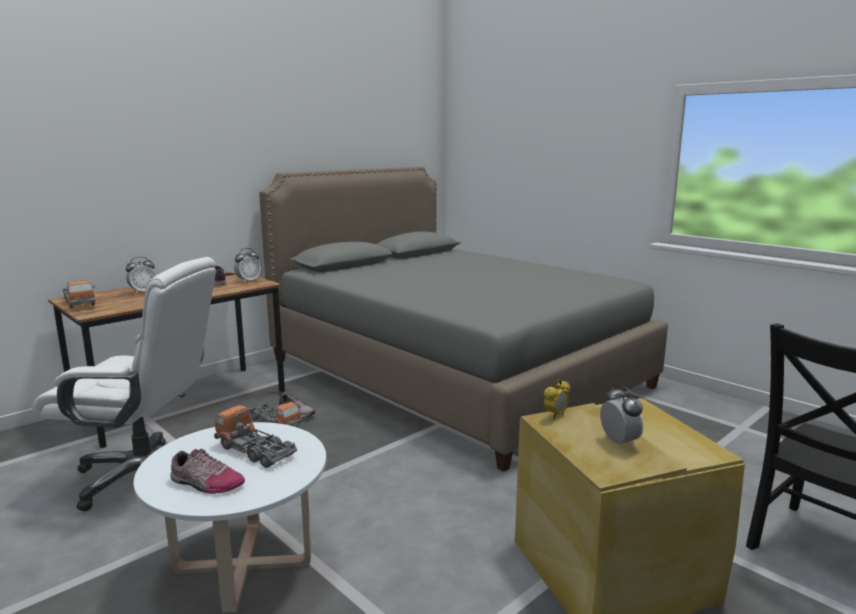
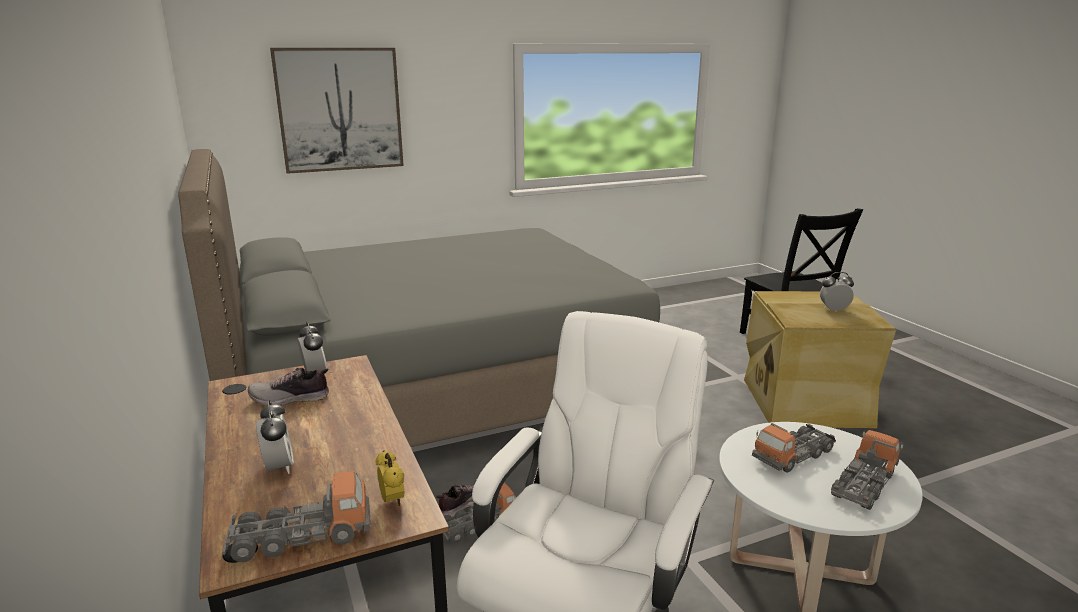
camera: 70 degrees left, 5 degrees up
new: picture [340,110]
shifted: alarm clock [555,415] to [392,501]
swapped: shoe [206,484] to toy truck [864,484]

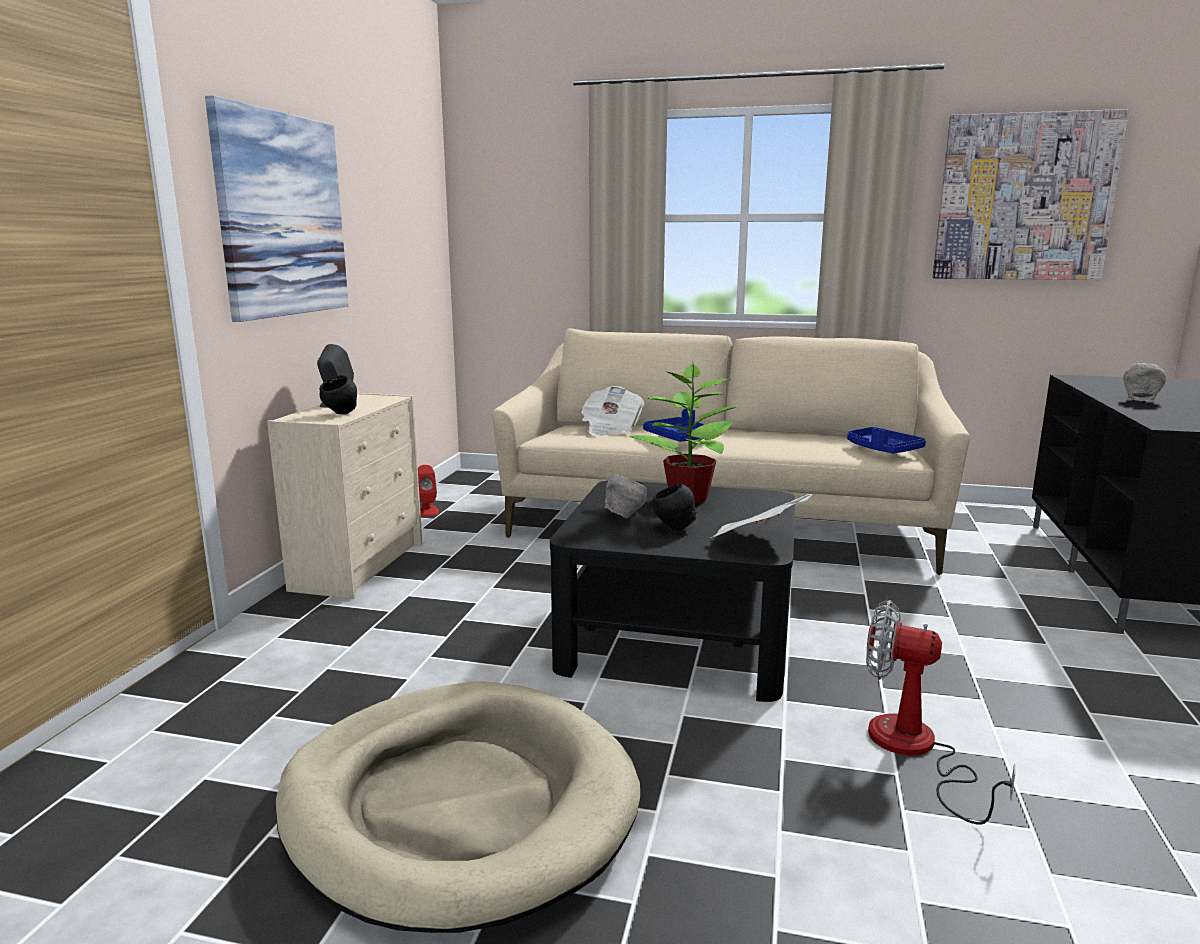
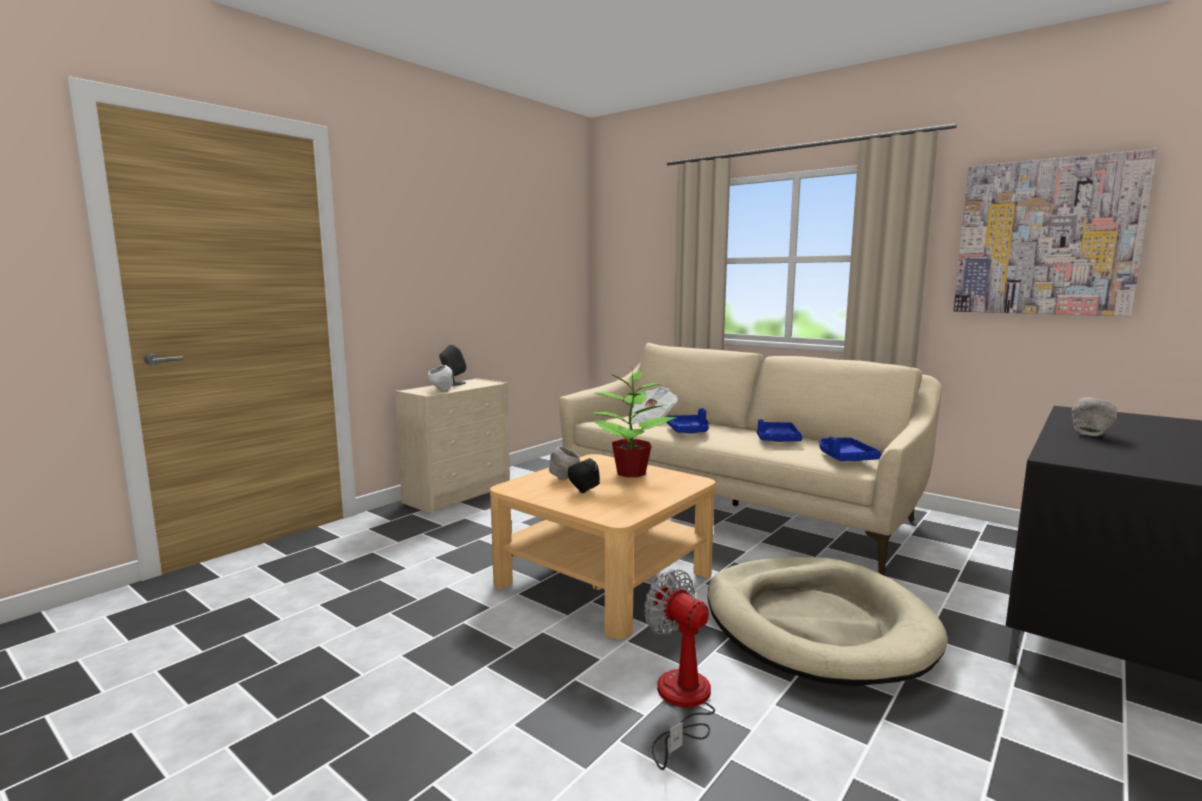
camera: 25 degrees right, 5 degrees down
gone: picture [282,215]; speaker (red) [427,511]; newspaper [757,542]
new: tray (blue) [776,439]
shifted: dog bed (beige) [459,805] to [816,624]
repainted: bowl (black) [341,414] to bowl (white) [441,390]; coffee table (black) [679,635] to coffee table (beige) [605,578]

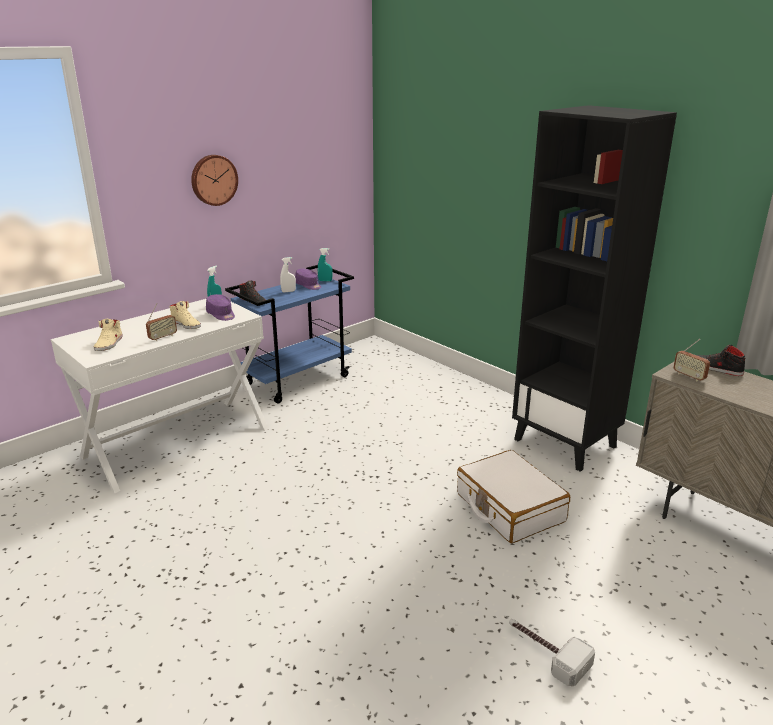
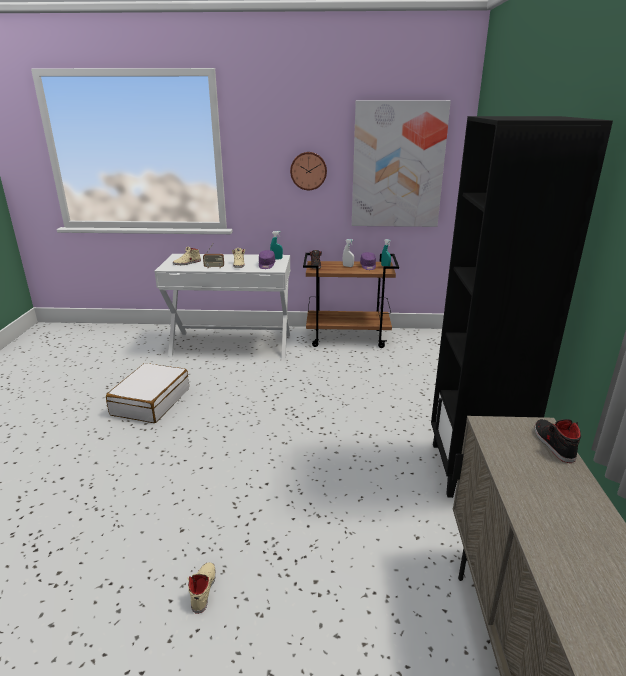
camera: 45 degrees right, 0 degrees up
gone: radio [689,376]
new: picture [397,165]
shifted: suitcase (white) [509,508] to [150,401]
swapped: hammer [545,652] to shoe (beige) [203,589]
repainted: cart (blue) [297,380] to cart (brown) [348,338]

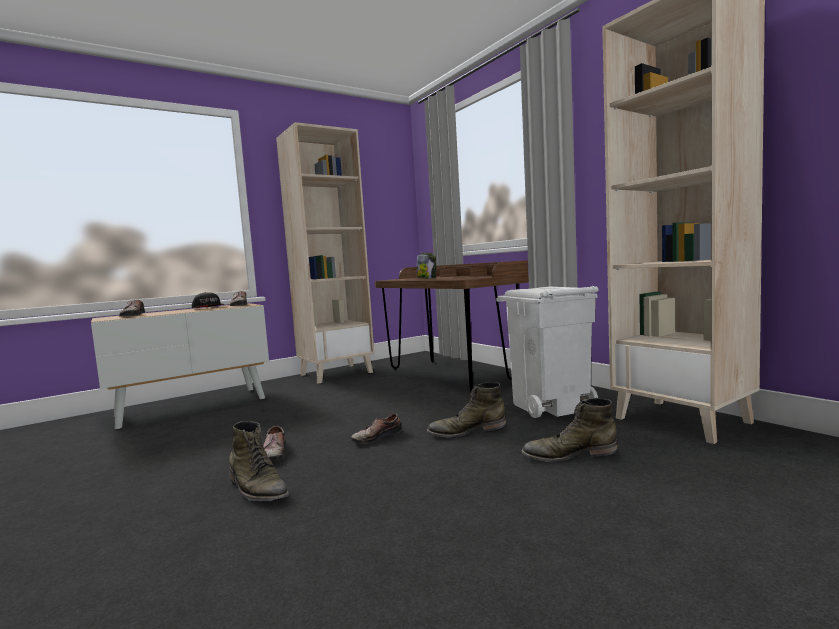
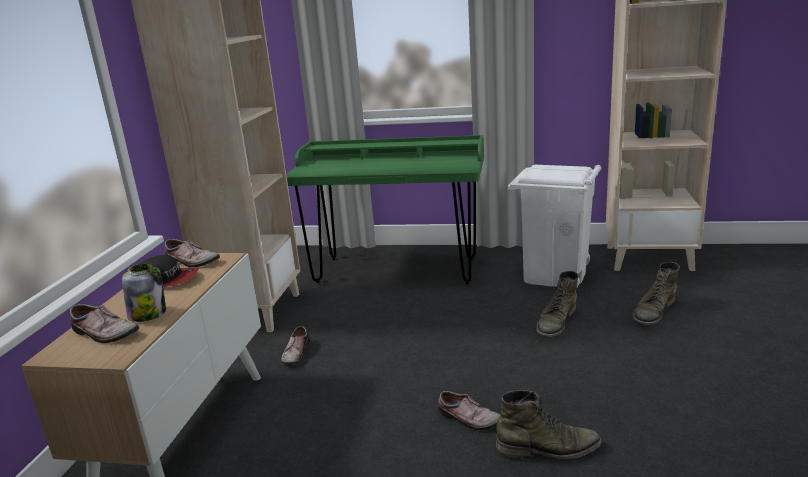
camera: 45 degrees left, 15 degrees up
shifted: shoe [375,437] to [295,353]; jar [426,278] to [148,314]
repainted: desk (brown) [450,375] to desk (green) [396,270]

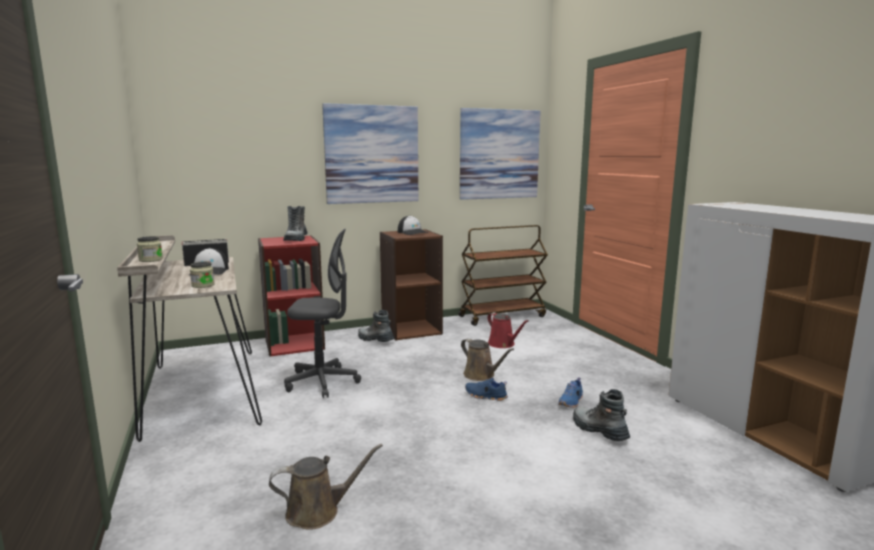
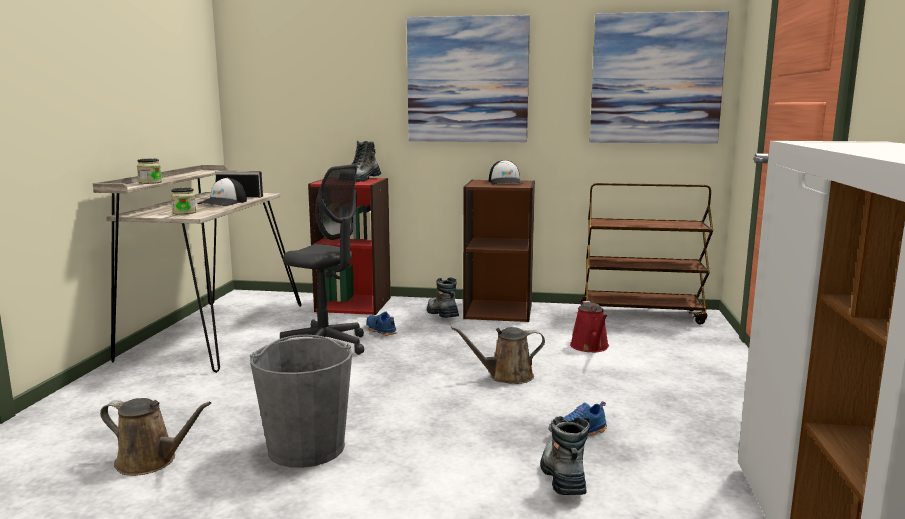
camera: 30 degrees right, 0 degrees up
new: bucket (grey) [306,447]
shifted: shoe (blue) [485,396] to [380,330]
rotated: watering can (brown) [481,375] = [506,376] 90 degrees clockwise

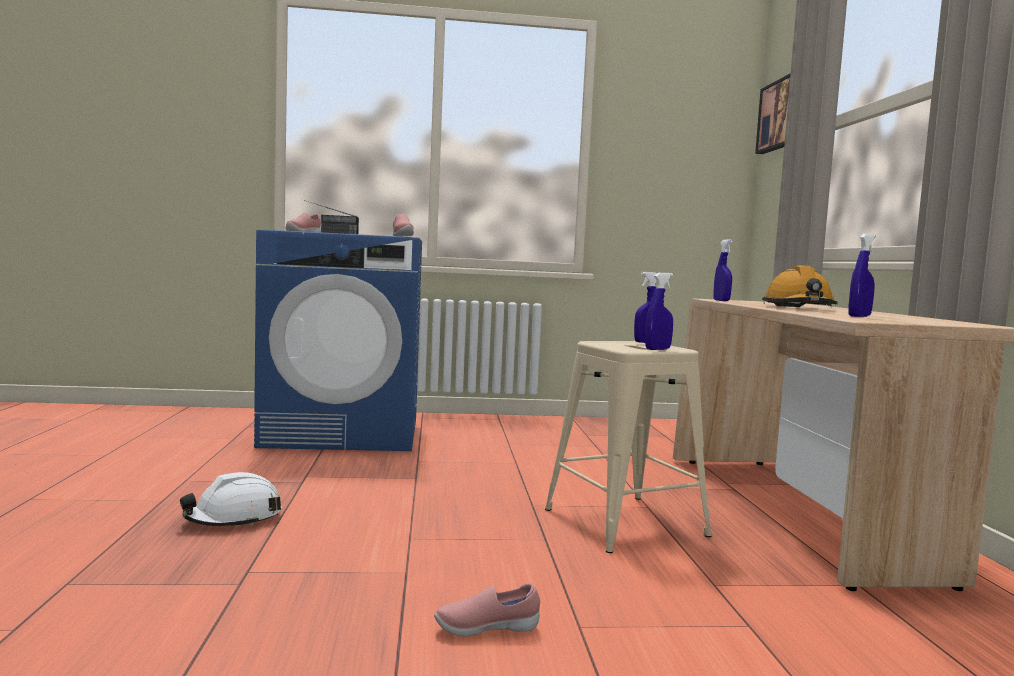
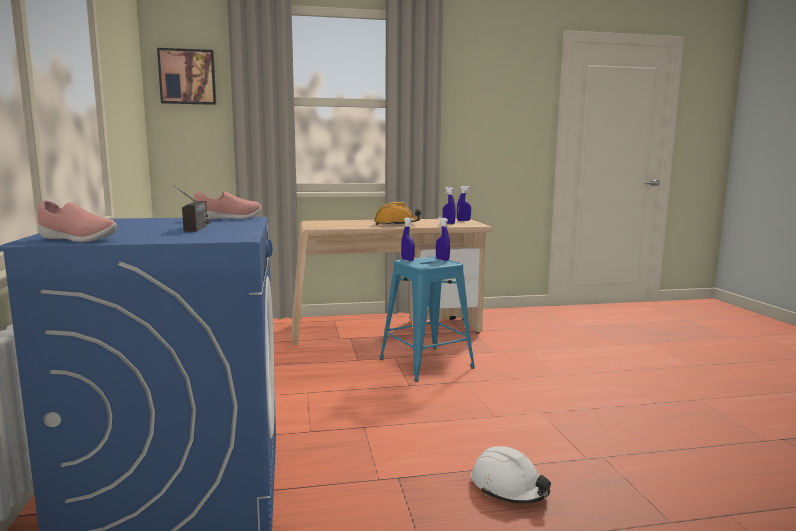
camera: 95 degrees left, 5 degrees up
gone: shoe (pink) [486,629]
shifted: spray bottle (blue) [721,300] to [463,221]
repainted: stool (beige) [626,523] to stool (blue) [426,363]

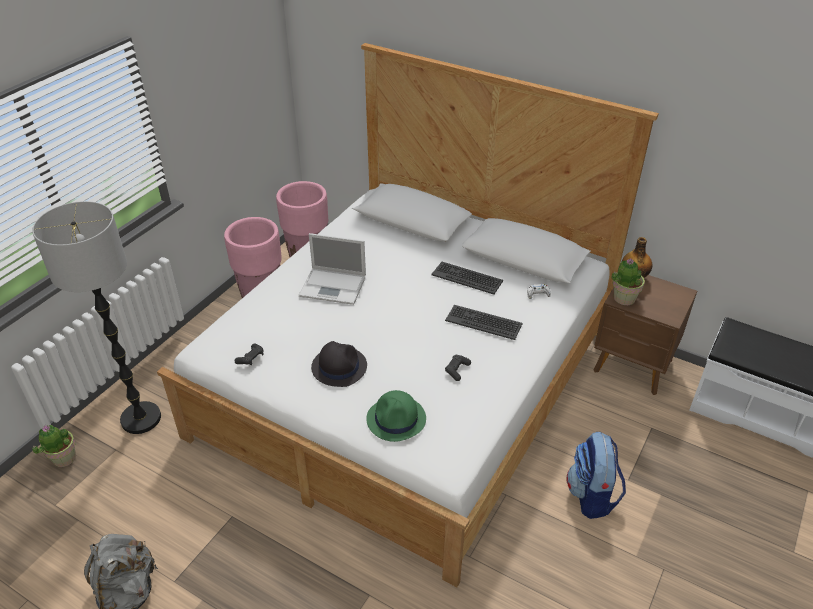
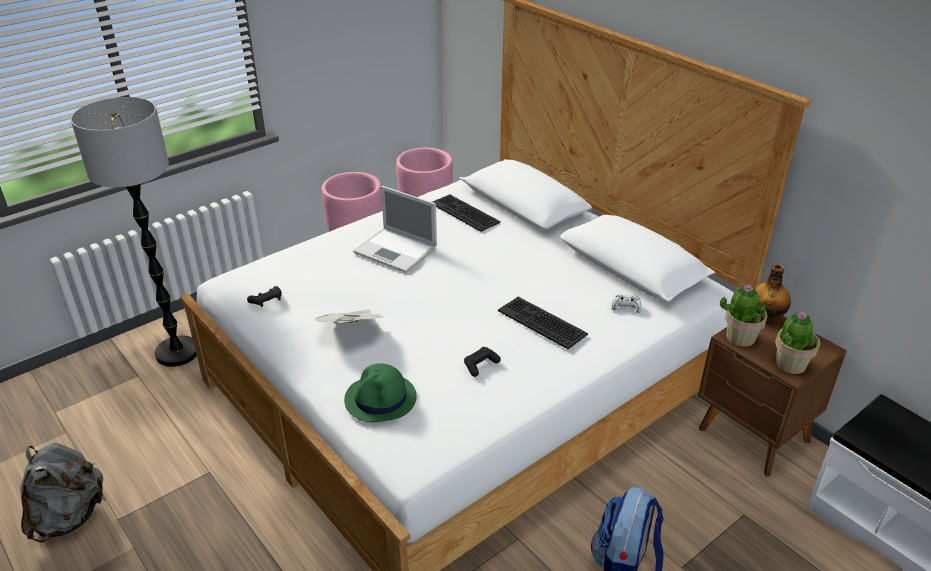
camera: 20 degrees right, 5 degrees down
shifted: potted plant [63,458] to [790,364]; keyboard [467,278] to [465,213]
swapped: hat (black) [339,366] to newspaper [352,330]

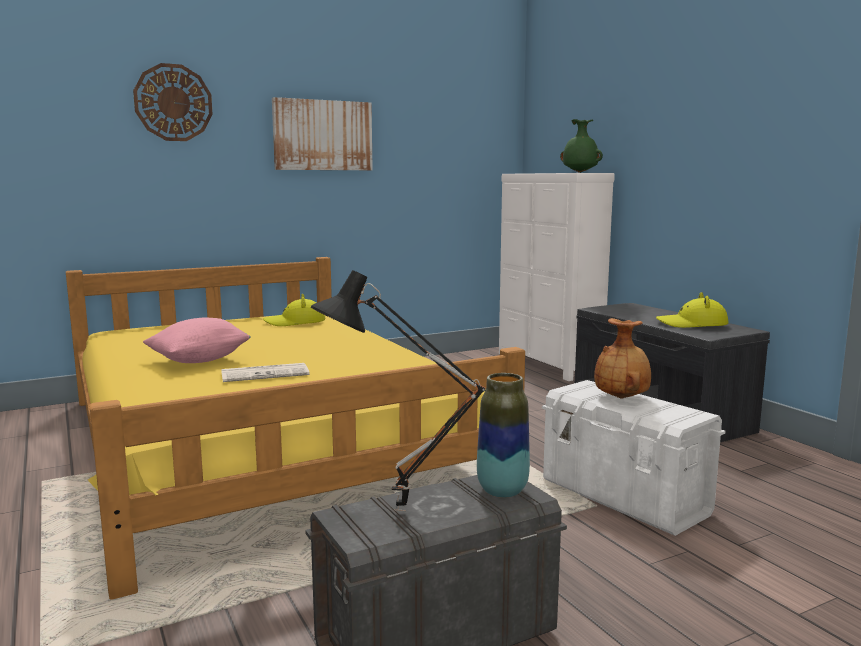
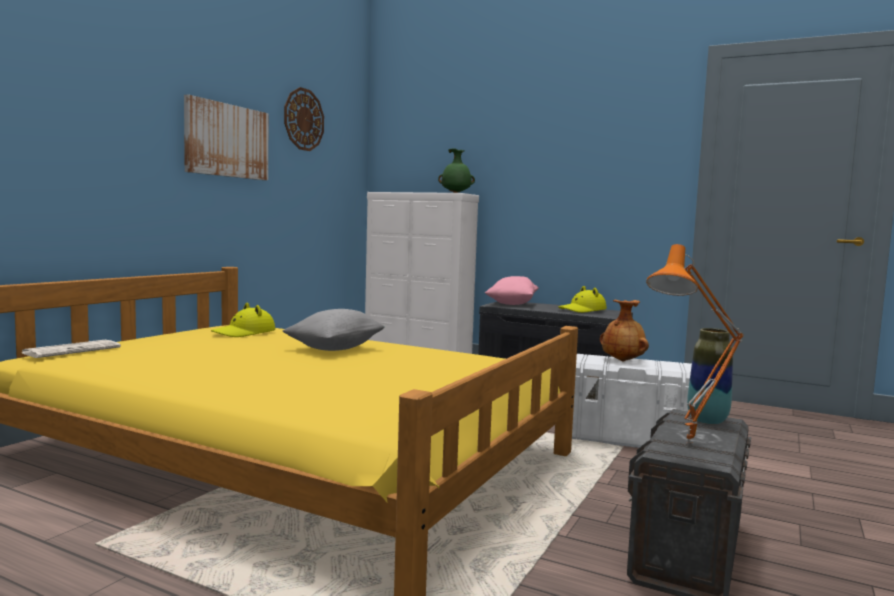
camera: 35 degrees left, 5 degrees down
new: pillow (grey) [334,349]
shifted: wall clock [173,103] to [303,119]; pillow (pink) [199,360] to [511,304]; newspaper [266,374] to [73,350]
repainted: table lamp (black) [399,513] to table lamp (orange) [692,444]

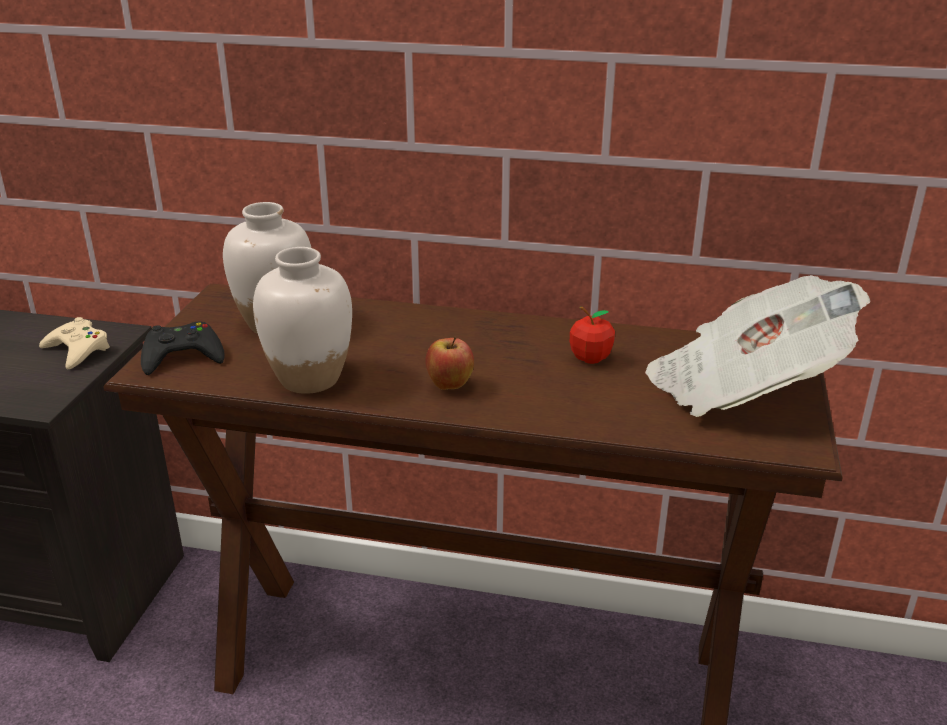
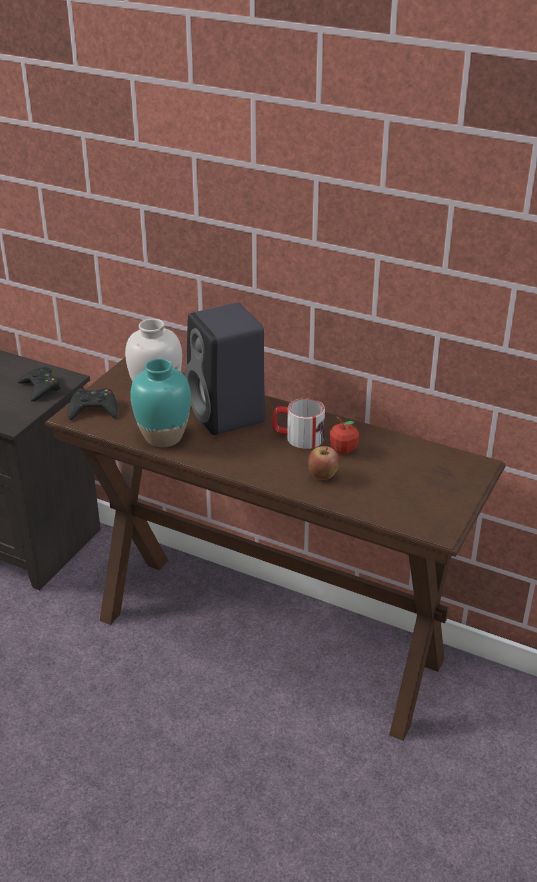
camera: 15 degrees right, 5 degrees up
gone: newspaper [743,388]
new: speaker (black) [228,415]; mug [298,437]
shifted: apple [450,386] to [322,477]
repainted: game controller (beige) [77,350] to game controller (black) [40,388]; vase (white) [309,379] to vase (turquoise) [163,437]

